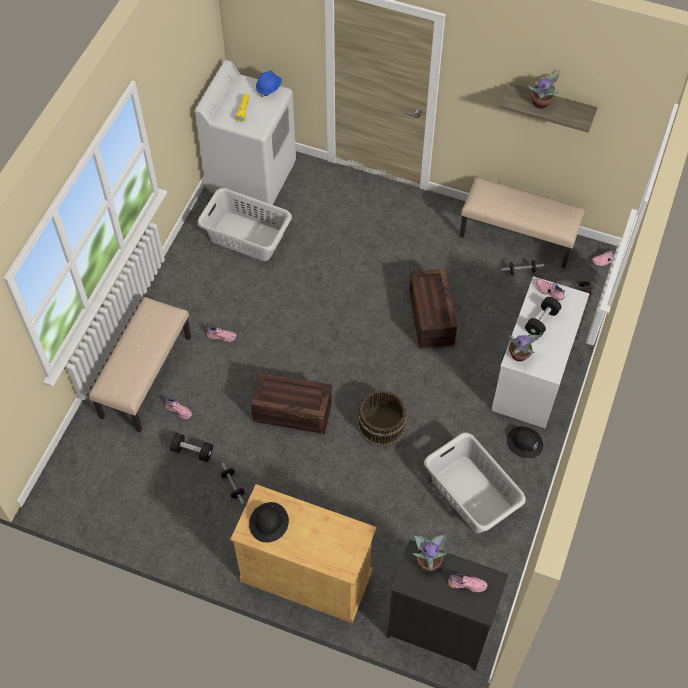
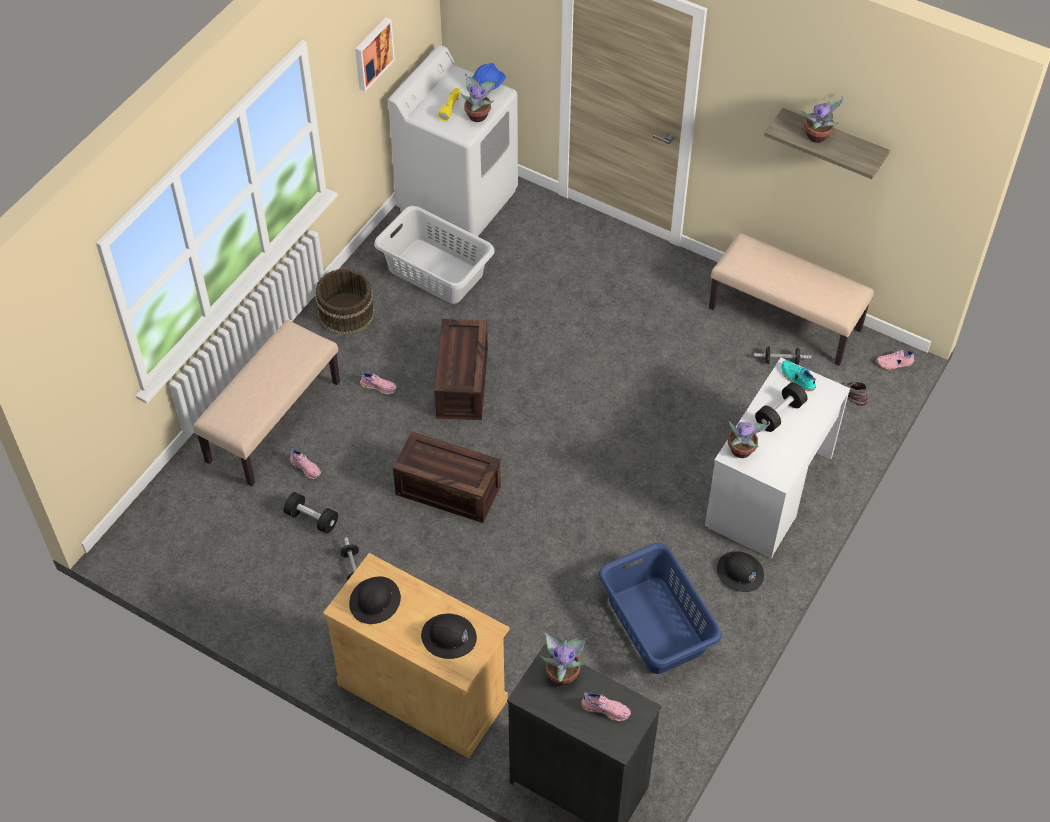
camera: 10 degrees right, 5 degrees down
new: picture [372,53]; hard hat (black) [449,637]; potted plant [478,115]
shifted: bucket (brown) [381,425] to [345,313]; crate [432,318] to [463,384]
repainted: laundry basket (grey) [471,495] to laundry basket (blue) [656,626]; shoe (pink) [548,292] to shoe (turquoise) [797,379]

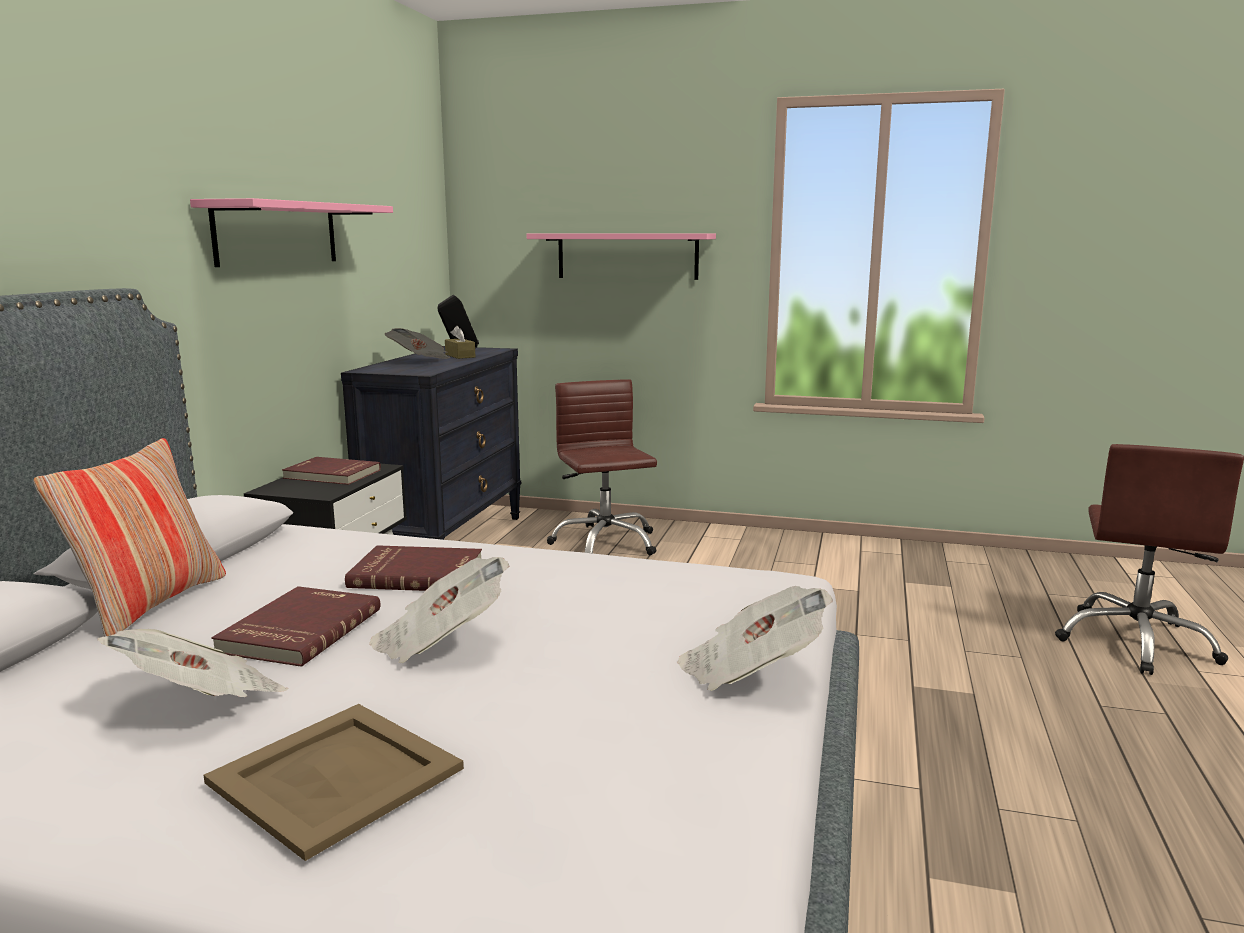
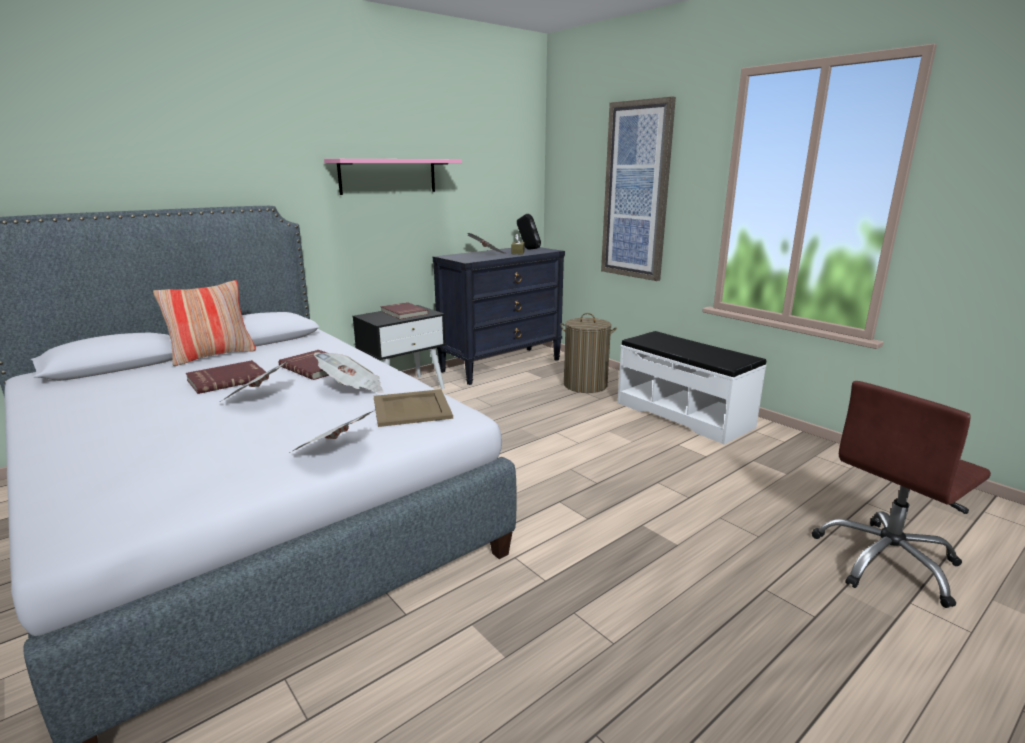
camera: 35 degrees right, 5 degrees up
new: bench (white) [684,414]
shifted: newspaper [203,701] to [352,389]; tray (beige) [333,776] to [411,408]
swapped: shelf (pink) [627,256] to picture [636,191]; office chair (brown) [604,543] to laundry basket [585,385]

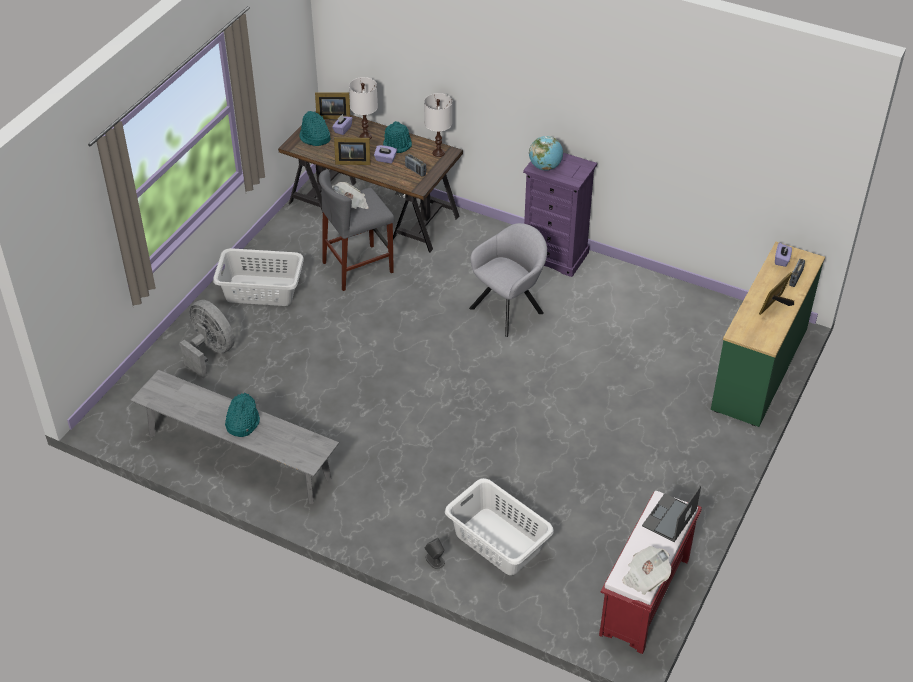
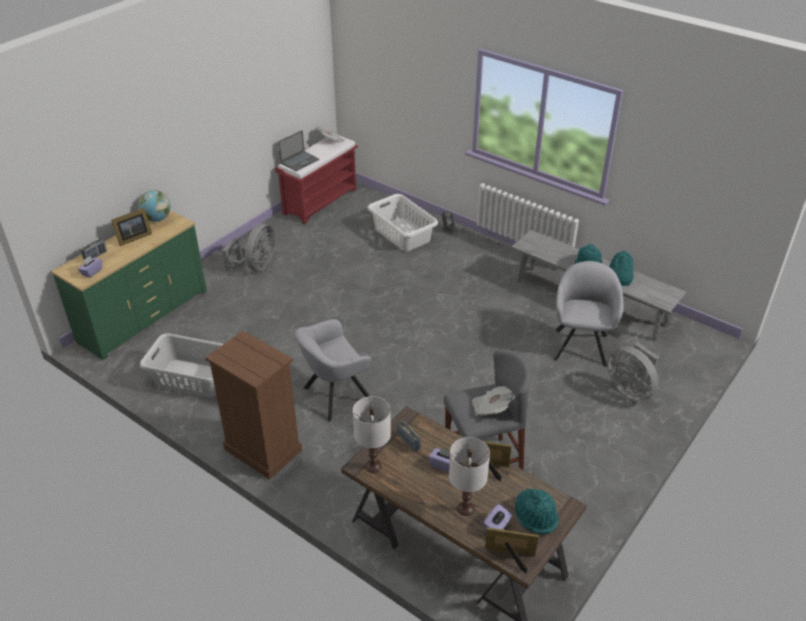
camera: 170 degrees left, 5 degrees down
new: fan (grey) [256,266]; armchair (grey) [581,344]
shifted: laundry basket (grey) [261,290] to [192,379]; hat (turquoise) [397,144] to [618,277]; globe [545,167] to [157,219]
repainted: dresser (purple) [555,256] to dresser (brown) [262,450]

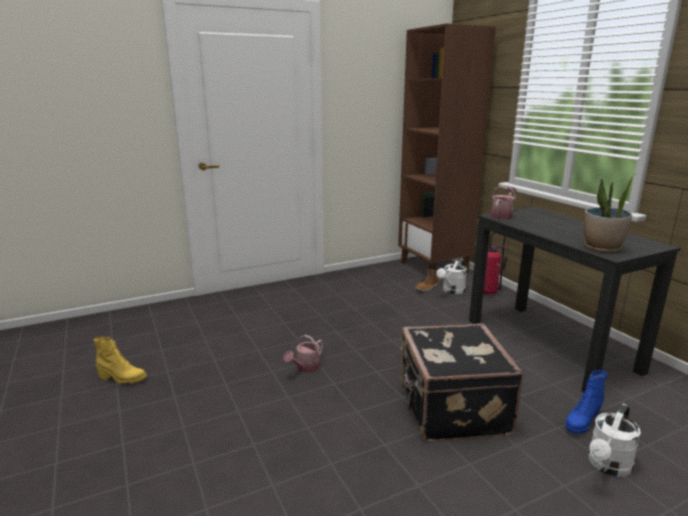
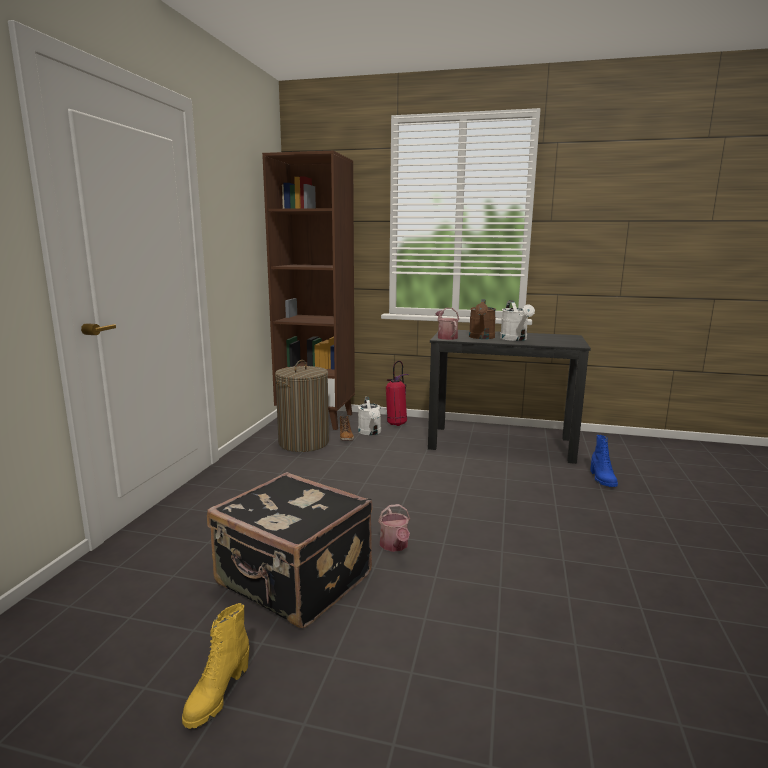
camera: 50 degrees left, 5 degrees down
gone: potted plant [602,248]
new: laundry basket [304,442]; watering can (brown) [481,337]
shifted: suitcase (black) [451,409] to [293,582]; watering can (white) [607,466] to [515,339]
rotated: boot (yellow) [122,379] = [217,695] 150 degrees clockwise

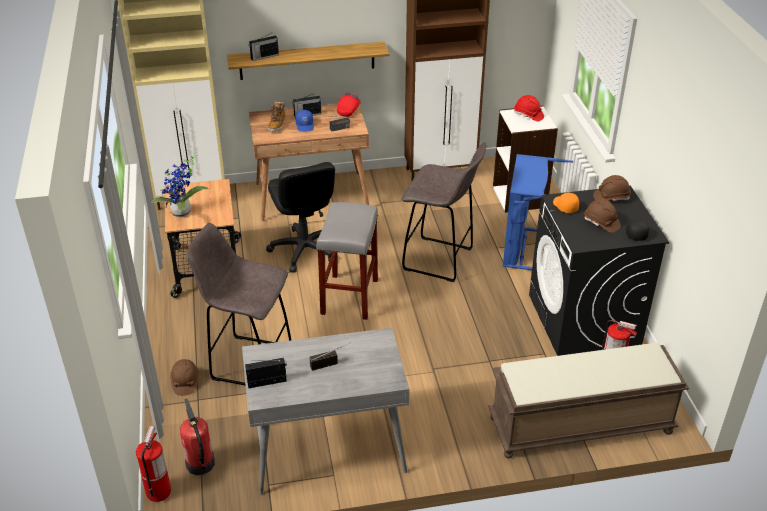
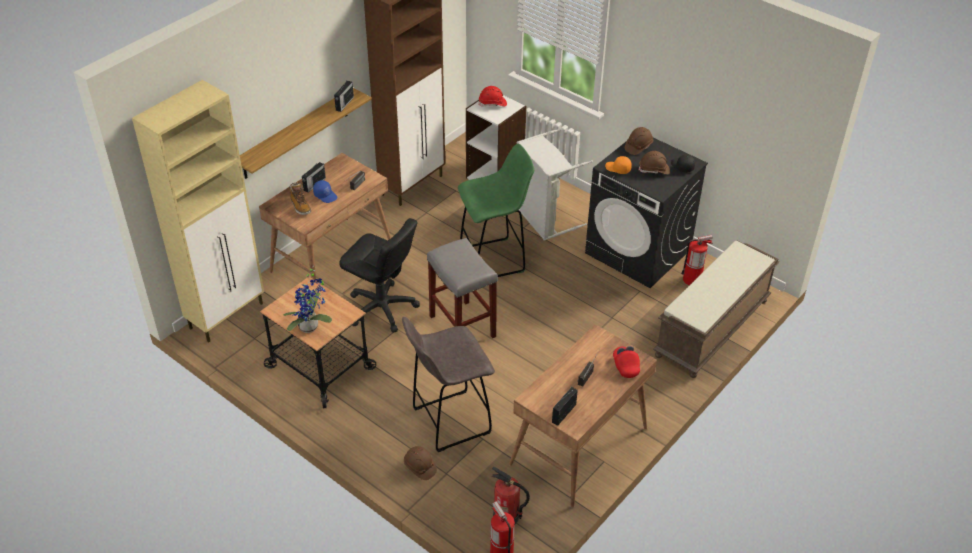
camera: 40 degrees left, 5 degrees up
shifted: radio [264,56] to [344,104]; cap (red) [348,110] to [625,366]
repainted: desk (grey) [327,449] to desk (brown) [579,447]; stool (grey) [440,260] to stool (green) [494,259]; laundry basket (blue) [524,249] to laundry basket (grey) [543,218]

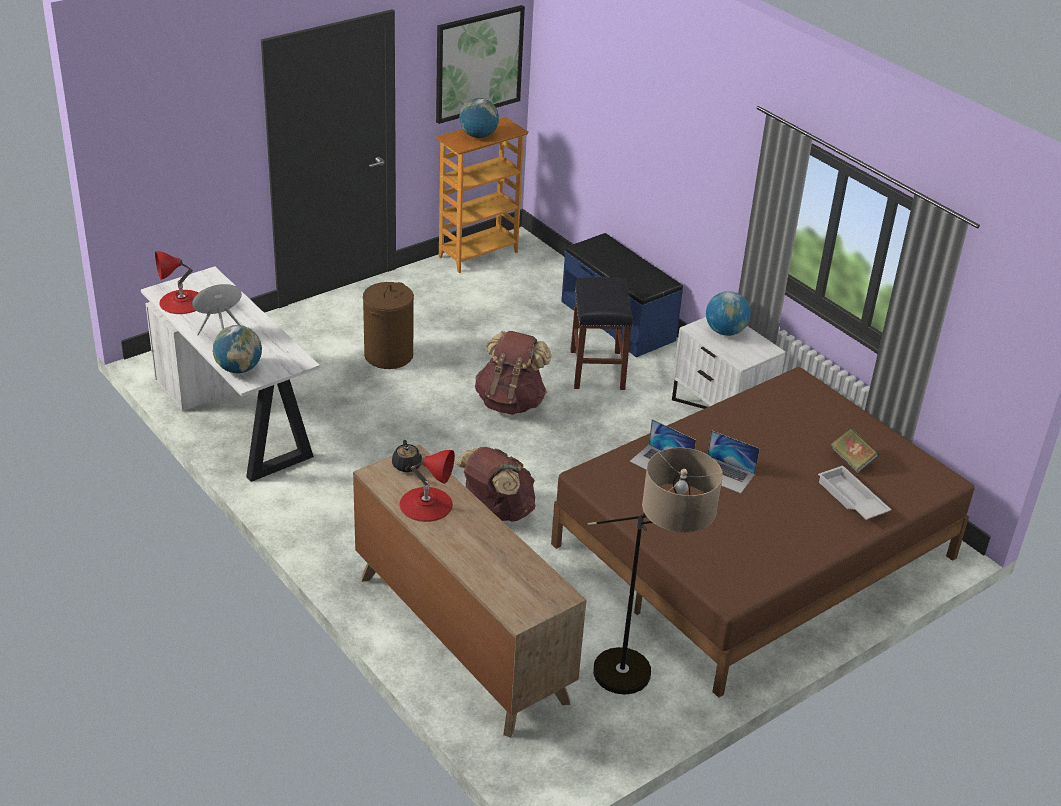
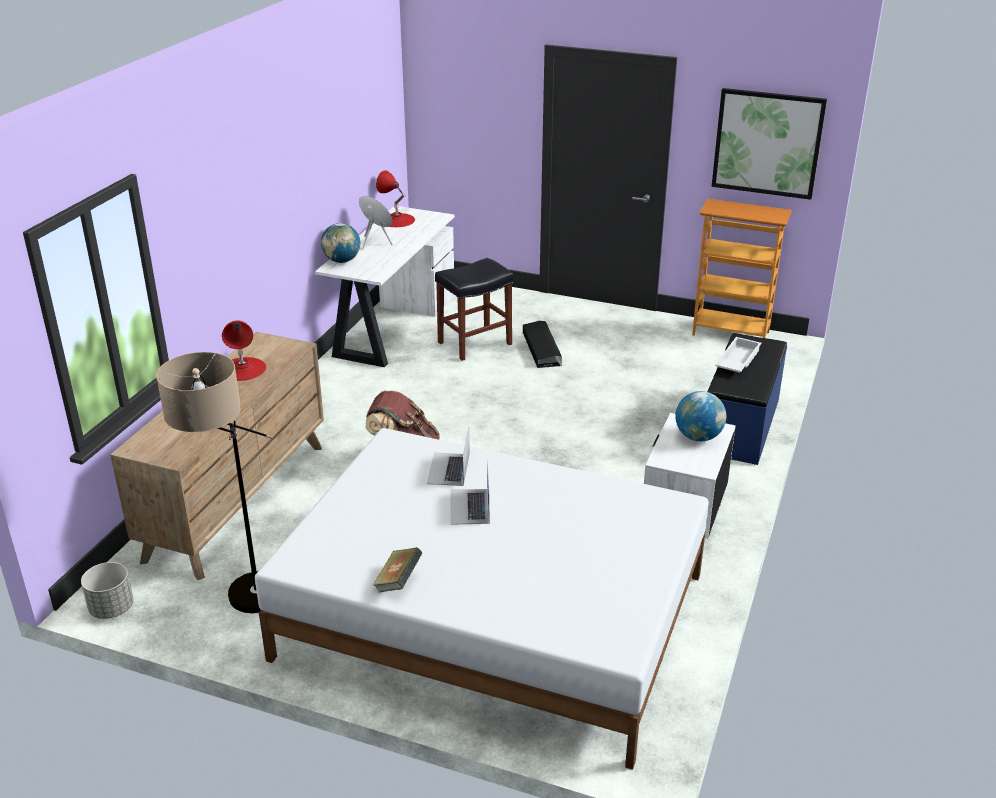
camera: 60 degrees right, 5 degrees down
gone: teapot (black) [407,466]; globe [478,136]; backpack (brown) [511,402]
new: planter (grey) [112,609]
shifted: stool (black) [597,370] to [474,344]; tray (white) [851,499] to [736,360]; book [852,460] to [398,582]
swapped: laundry basket (brown) [389,355] to storage box (black) [541,349]
repainted: bed (brown) [755,551] to bed (white) [493,616]

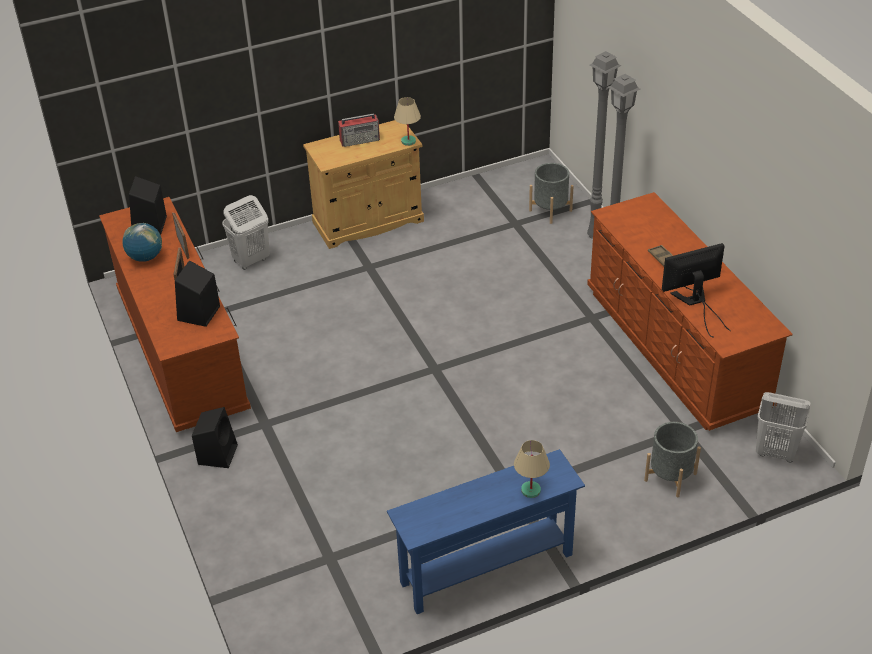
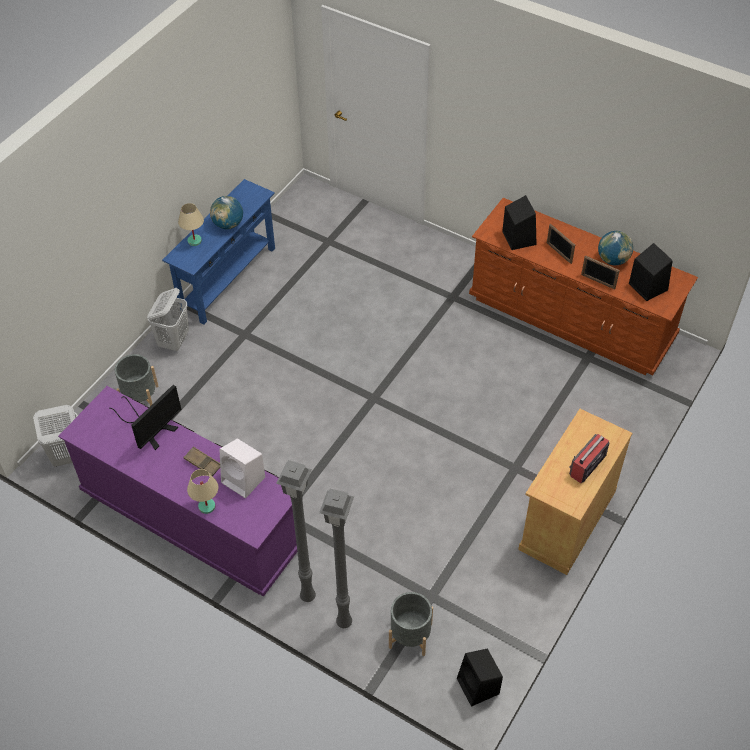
camera: 145 degrees right, 10 degrees up
new: globe [228,224]; speaker (white) [244,480]
shifted: speaker (black) [218,453] to [478,687]; laundry basket (white) [251,260] to [174,341]; table lamp (beige) [408,141] to [207,506]
repainted: dresser (brown) [675,348] to dresser (purple) [192,518]

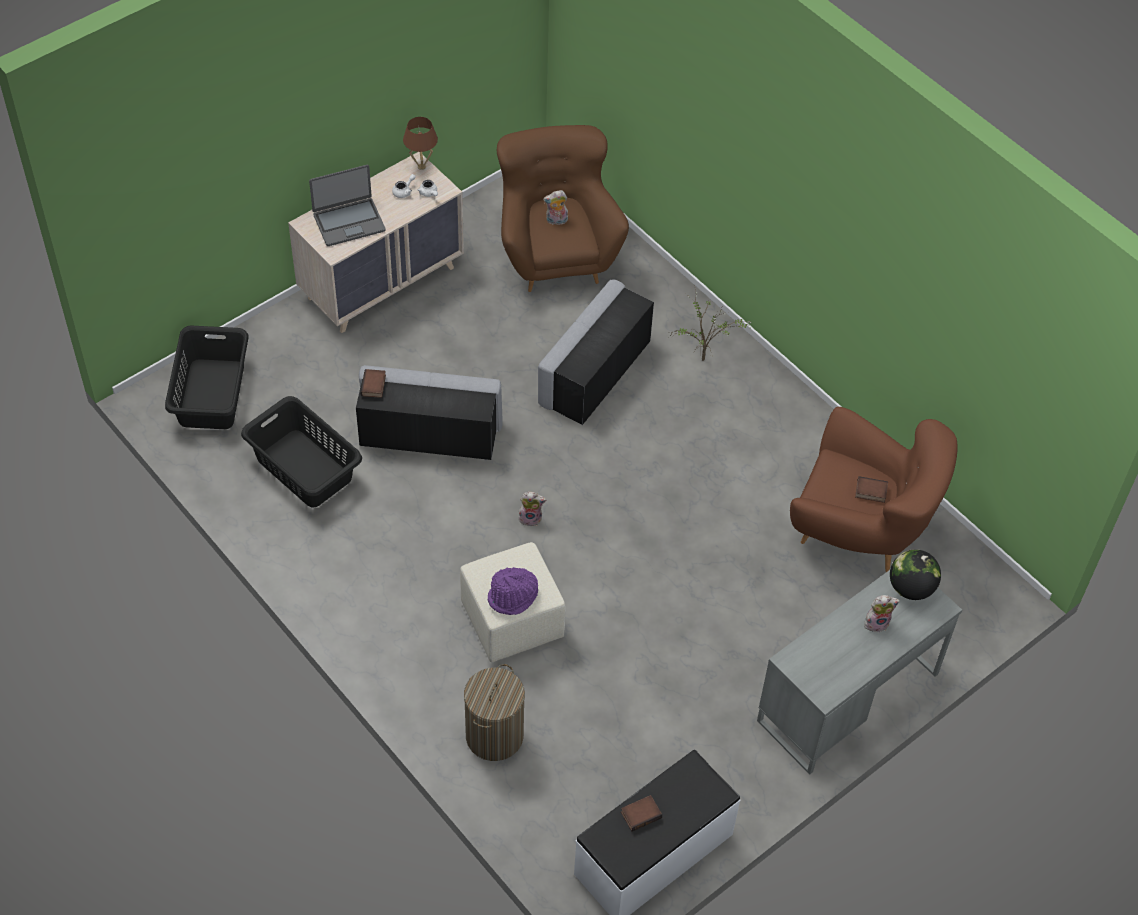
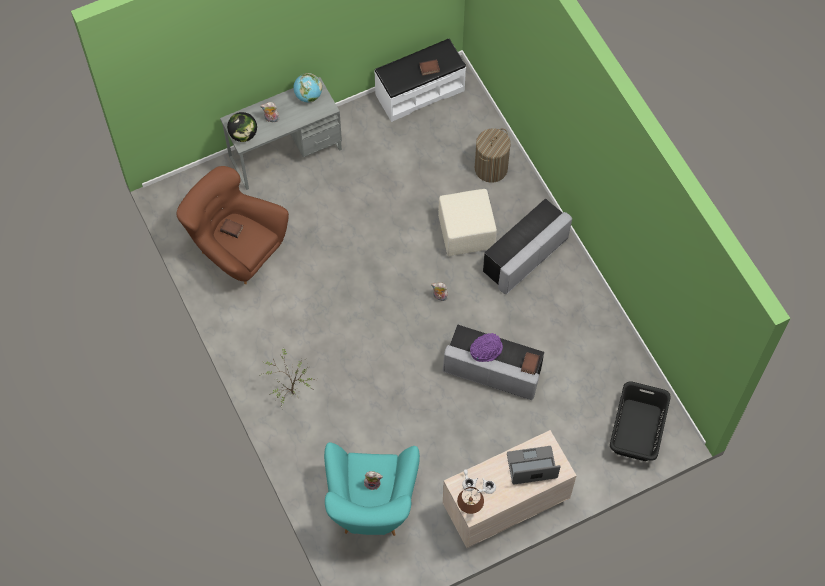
camera: 165 degrees left, 10 degrees up
gone: laundry basket (black) [304,469]
new: globe [308,96]
shifted: hat (purple) [513,596] to [486,349]; ottoman (grey) [594,372] to [525,256]
repainted: armchair (brown) [555,254] to armchair (turquoise) [371,506]

